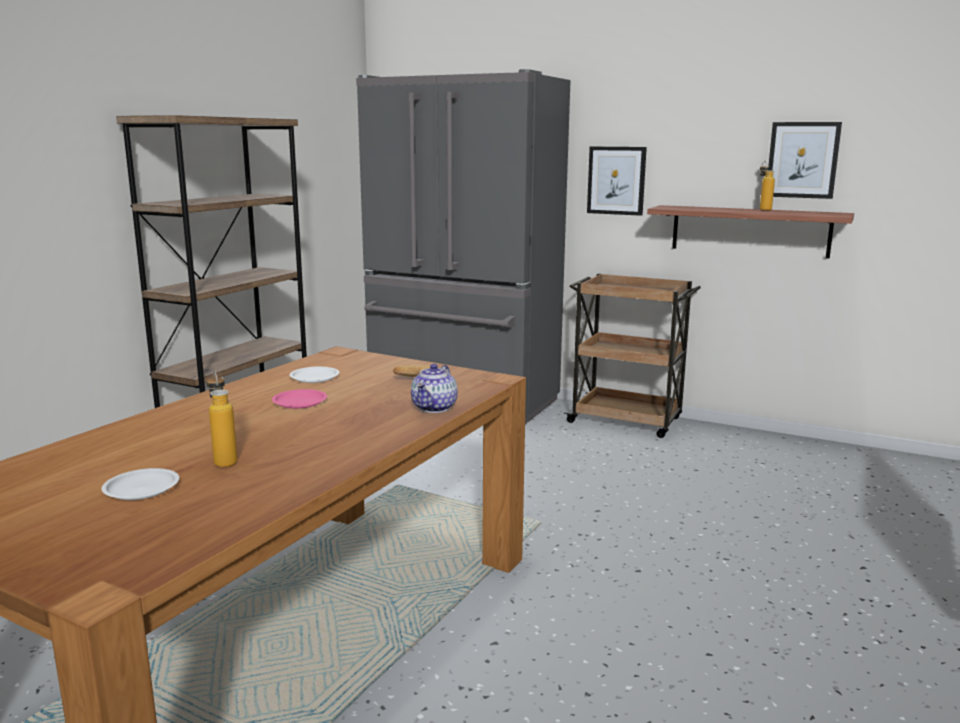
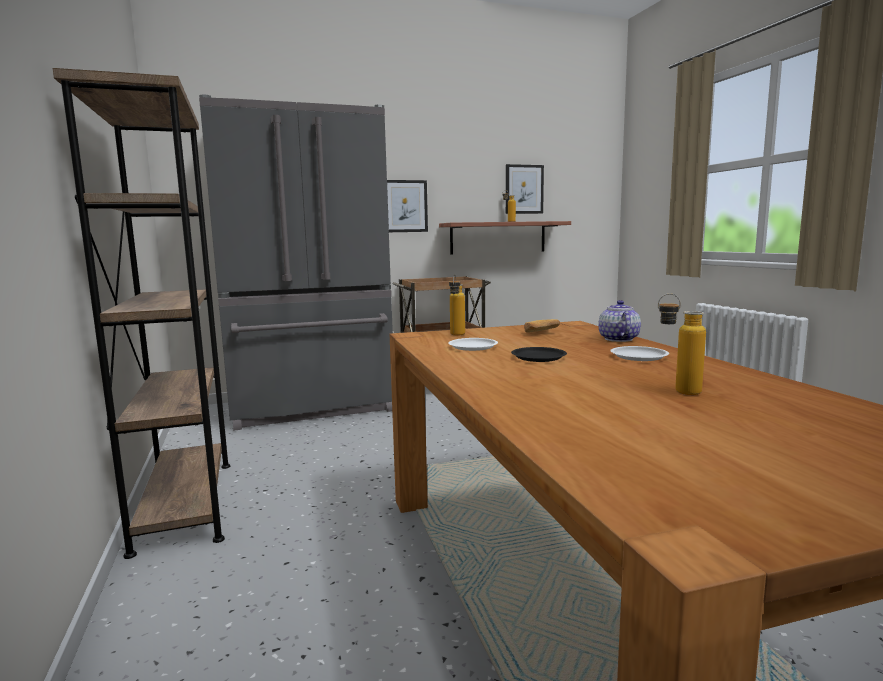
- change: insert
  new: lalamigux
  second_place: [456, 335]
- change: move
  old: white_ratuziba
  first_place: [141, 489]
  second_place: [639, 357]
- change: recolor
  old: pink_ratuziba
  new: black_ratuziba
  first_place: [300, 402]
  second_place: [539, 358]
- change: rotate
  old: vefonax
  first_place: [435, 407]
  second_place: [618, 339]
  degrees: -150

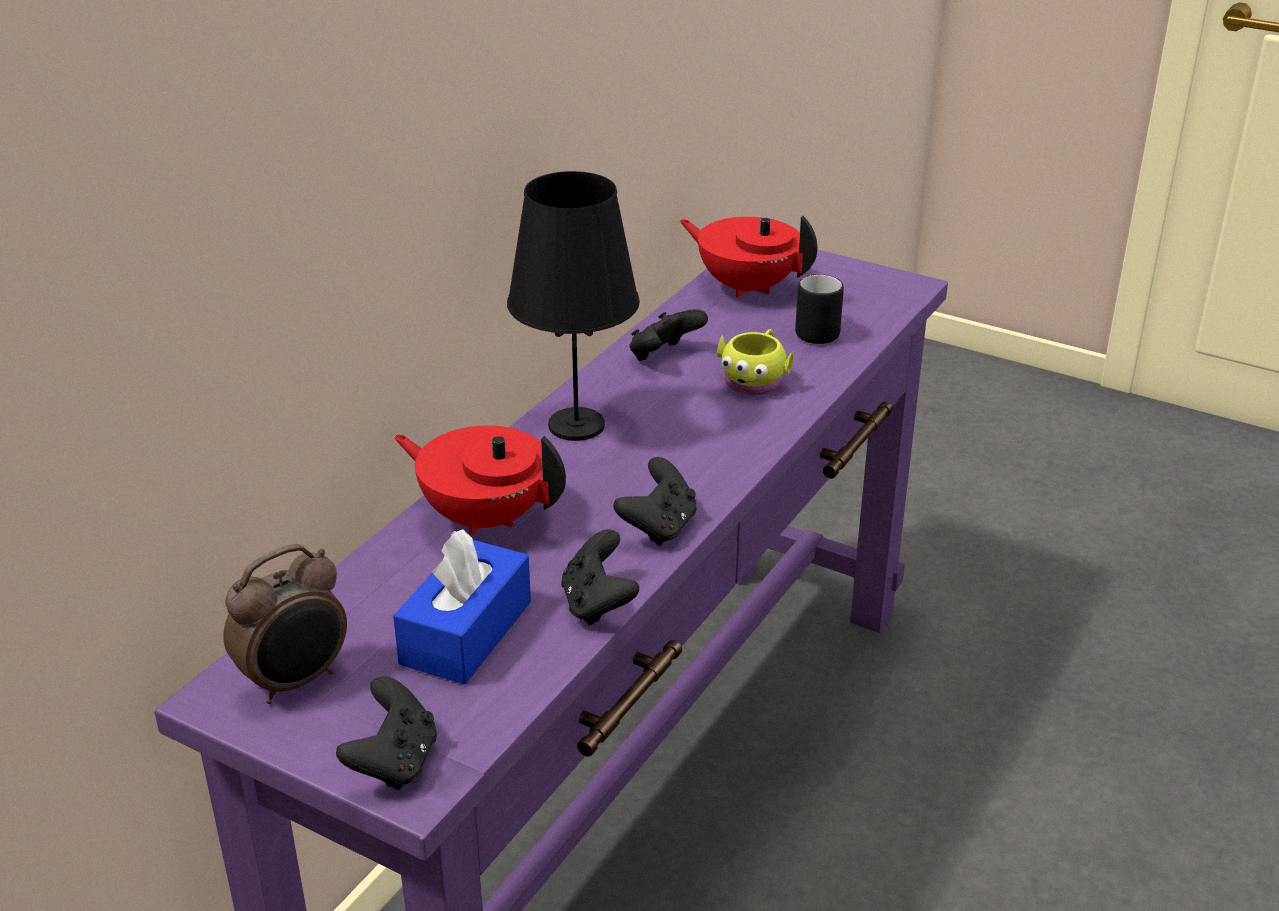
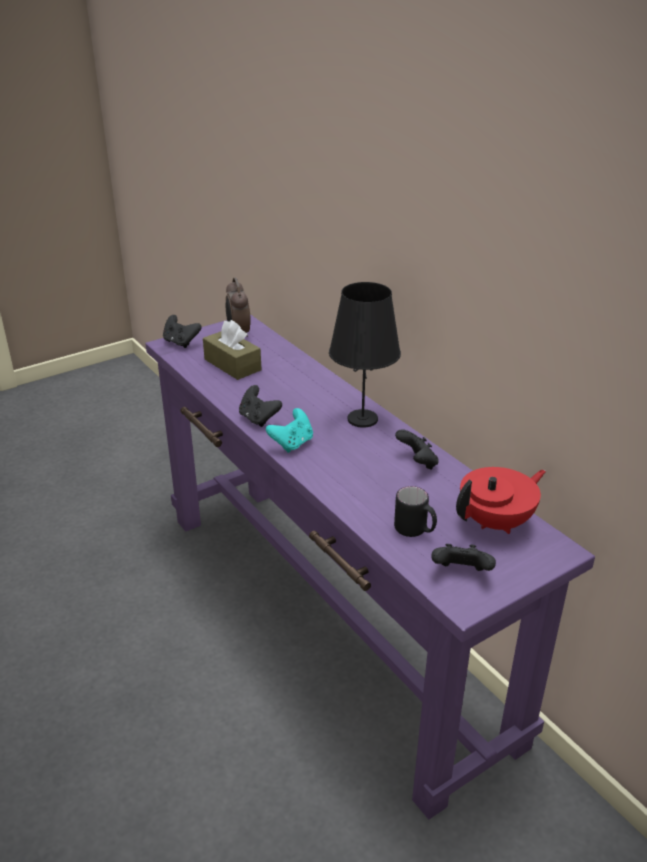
- change: delete
  old: red_vefonax
  first_place: [484, 517]
- change: delete
  old: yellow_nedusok
  first_place: [755, 380]
- change: insert
  new: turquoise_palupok
  second_place: [292, 443]
- change: move
  old: black_palupok
  first_place: [597, 604]
  second_place: [461, 573]
- change: recolor
  old: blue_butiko
  new: brown_butiko
  first_place: [466, 633]
  second_place: [232, 365]

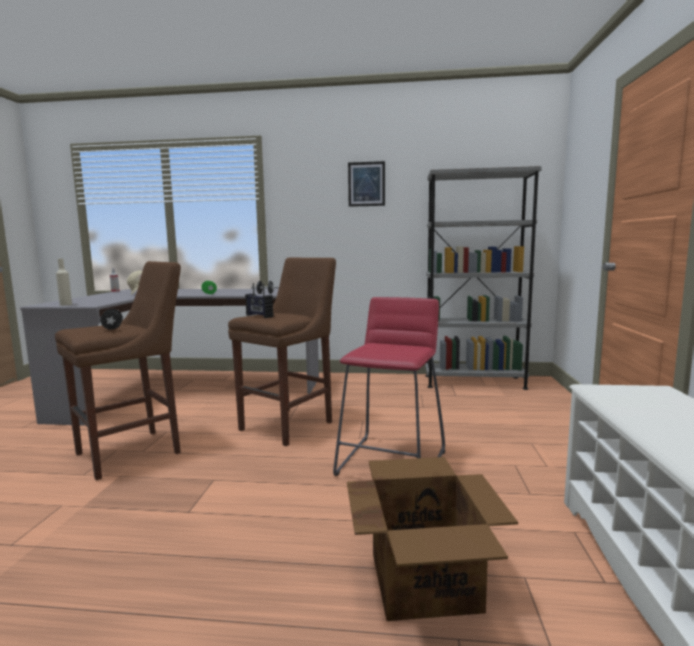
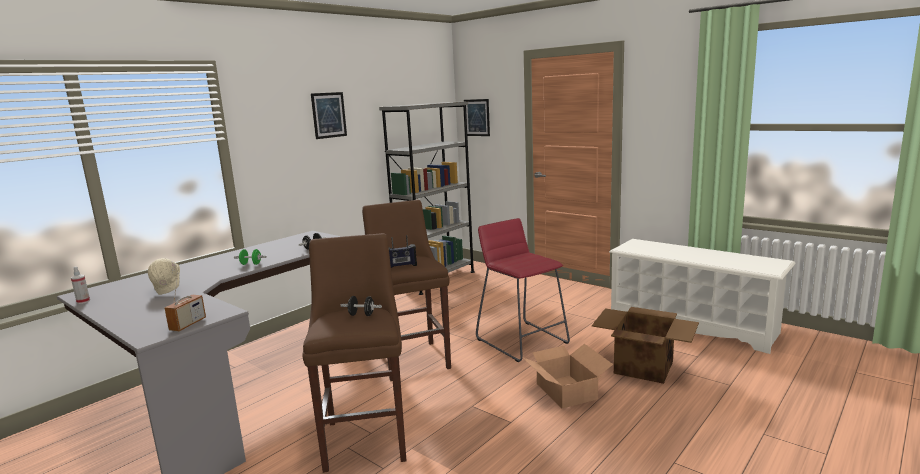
- change: insert
  new: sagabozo
  second_place: [477, 117]
- change: insert
  new: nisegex
  second_place: [566, 392]
- change: replace
  old: beige_lalamigux
  new: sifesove
  first_place: [66, 305]
  second_place: [188, 324]

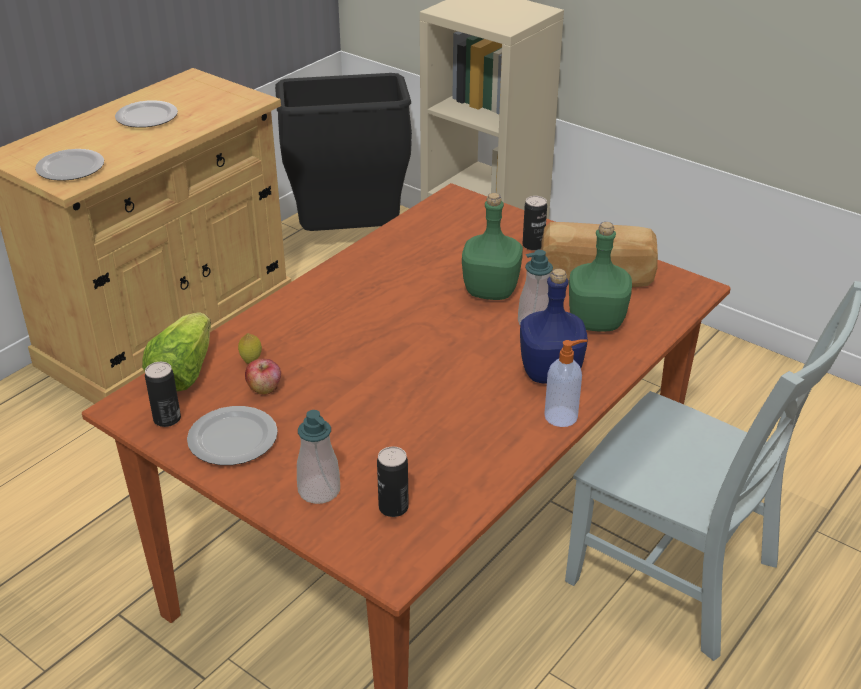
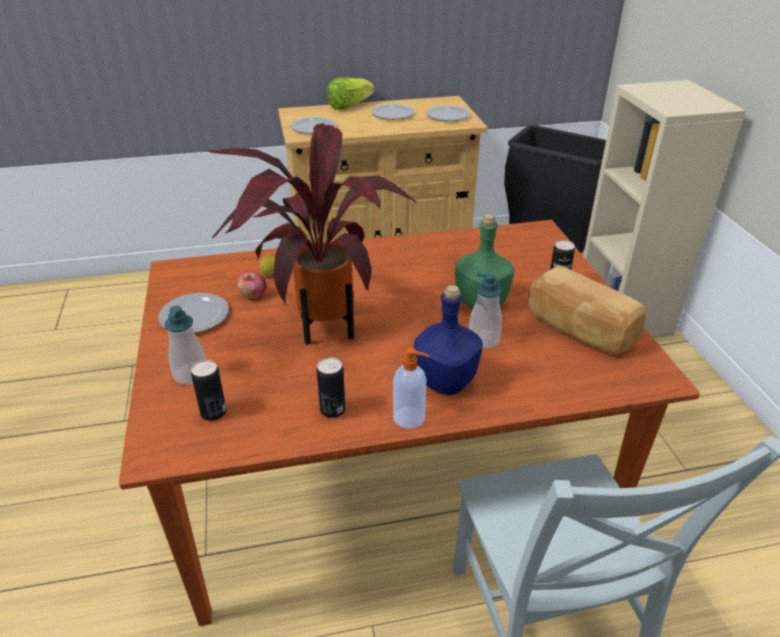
- change: delete
  old: green_lalamigux
  first_place: [595, 322]
- change: insert
  new: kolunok
  second_place: [320, 326]
- change: insert
  new: ratuziba
  second_place: [447, 115]
- change: move
  old: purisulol
  first_place: [183, 371]
  second_place: [349, 106]
- change: move
  old: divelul
  first_place: [167, 419]
  second_place: [332, 410]

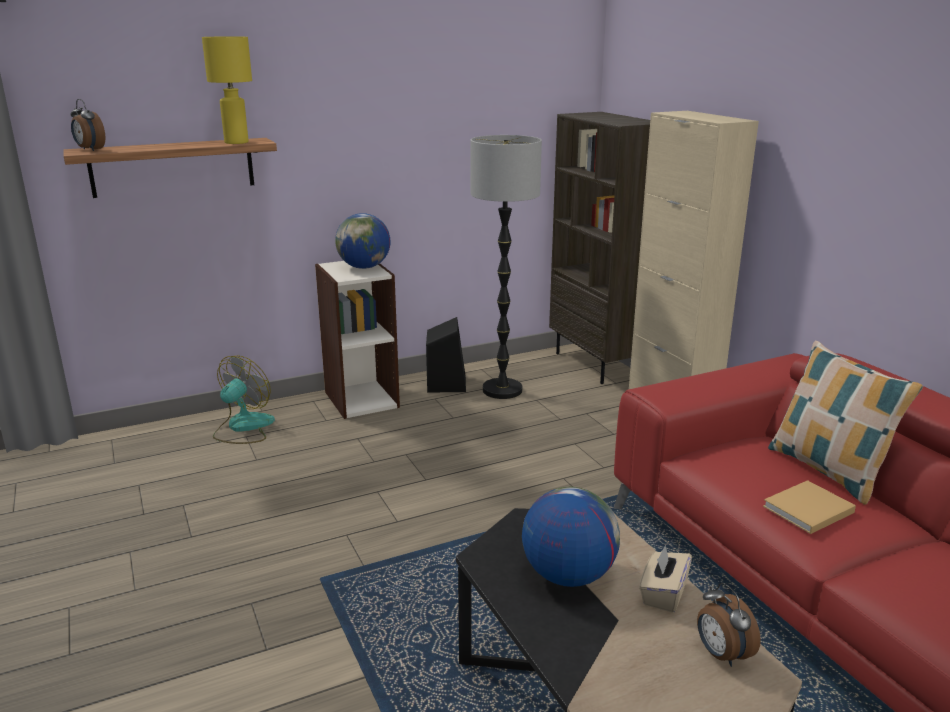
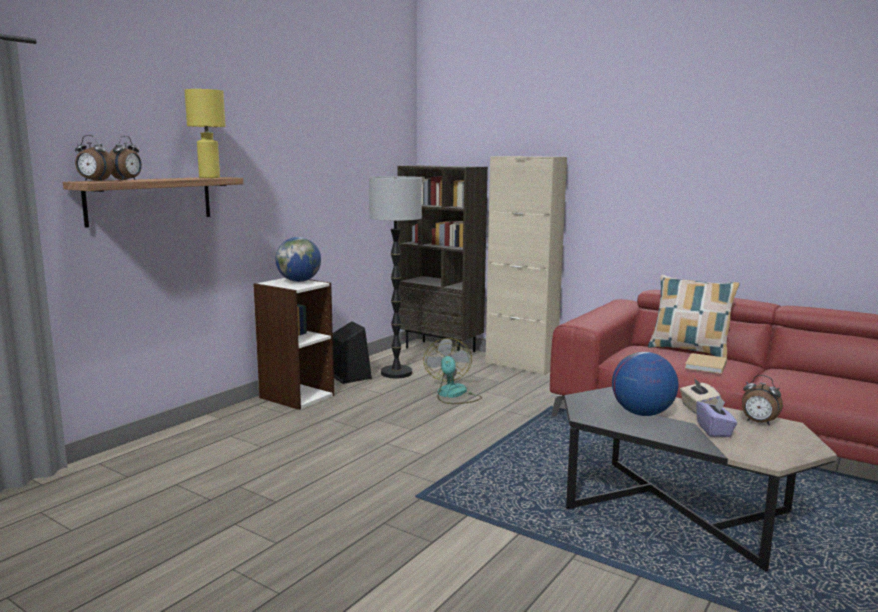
- change: insert
  new: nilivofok
  second_place: [127, 180]
- change: insert
  new: purple_butiko
  second_place: [714, 430]
- change: move
  old: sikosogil
  first_place: [243, 428]
  second_place: [453, 395]

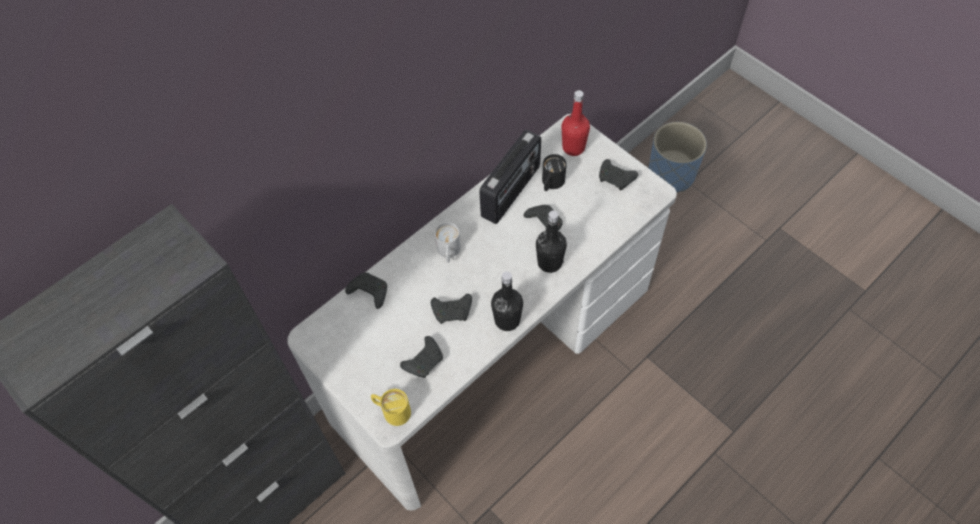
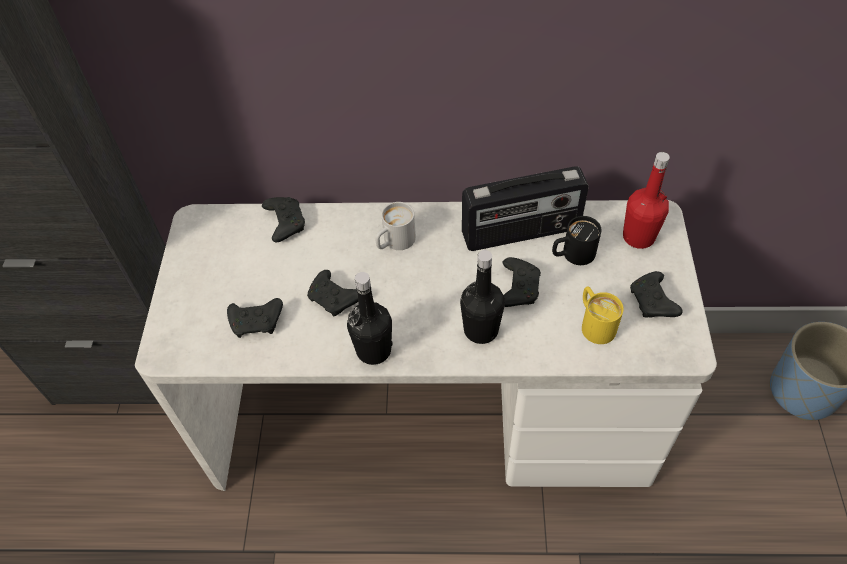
- change: move
  old: yellow_nedusok
  first_place: [391, 411]
  second_place: [594, 323]

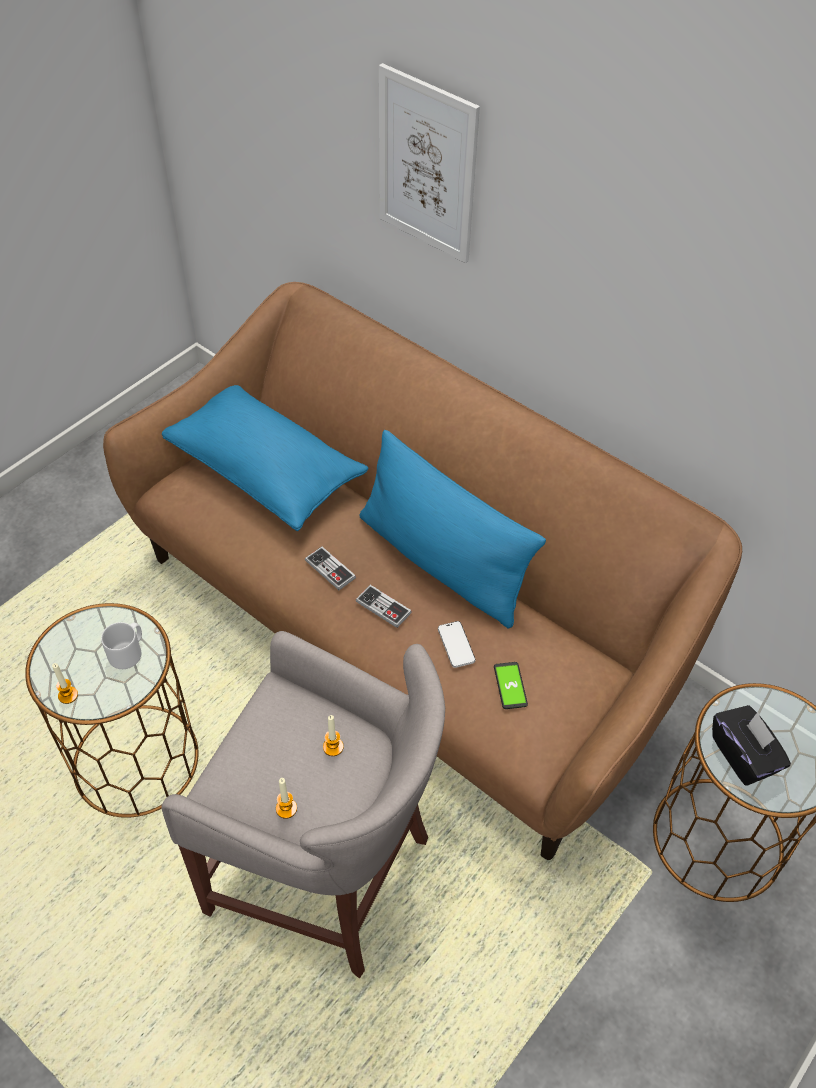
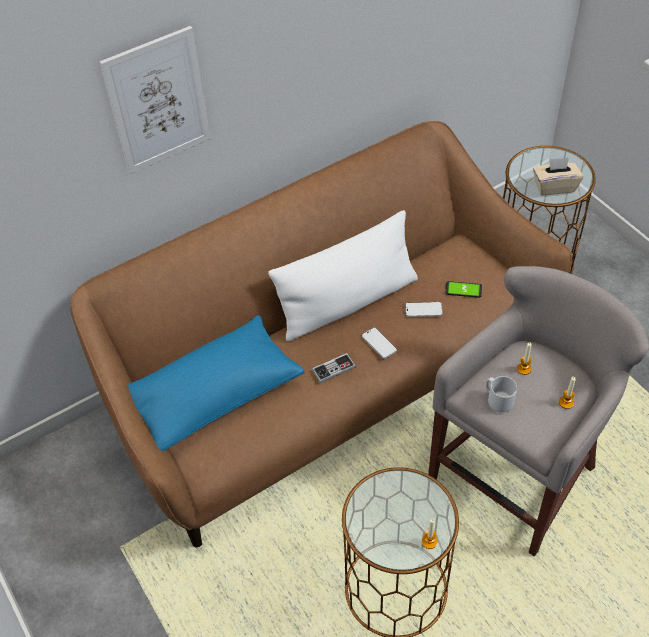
- change: move
  old: grey_nedusok
  first_place: [128, 652]
  second_place: [498, 400]
- change: replace
  old: palupok
  new: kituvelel
  first_place: [383, 607]
  second_place: [379, 344]
- change: recolor
  old: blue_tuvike
  new: white_tuvike
  first_place: [442, 562]
  second_place: [348, 303]
- change: recolor
  old: black_butiko
  new: beige_butiko
  first_place: [743, 755]
  second_place: [554, 186]

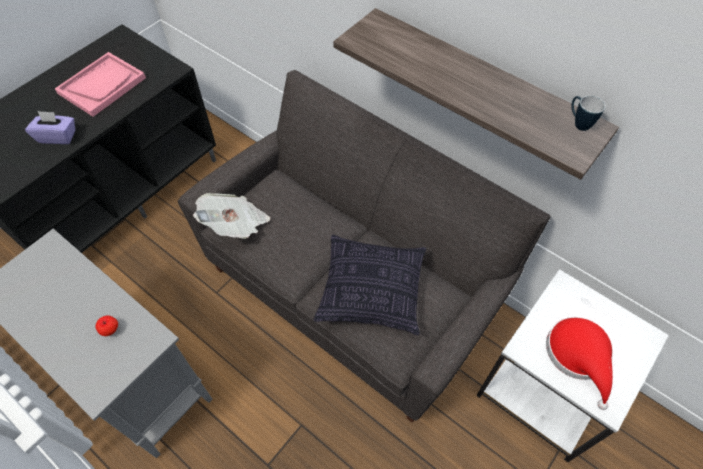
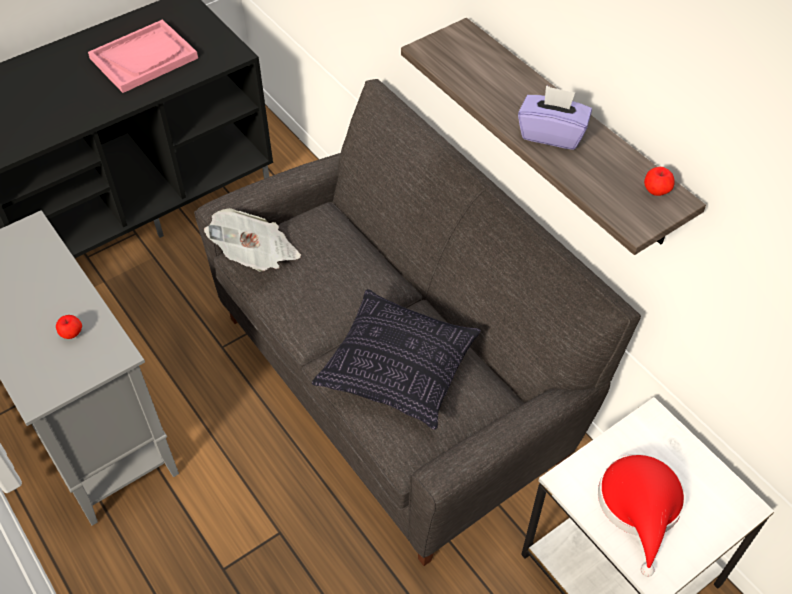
- change: move
  old: purple_butiko
  first_place: [58, 136]
  second_place: [551, 134]
- change: replace
  old: nedusok
  new: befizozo
  first_place: [578, 123]
  second_place: [656, 191]

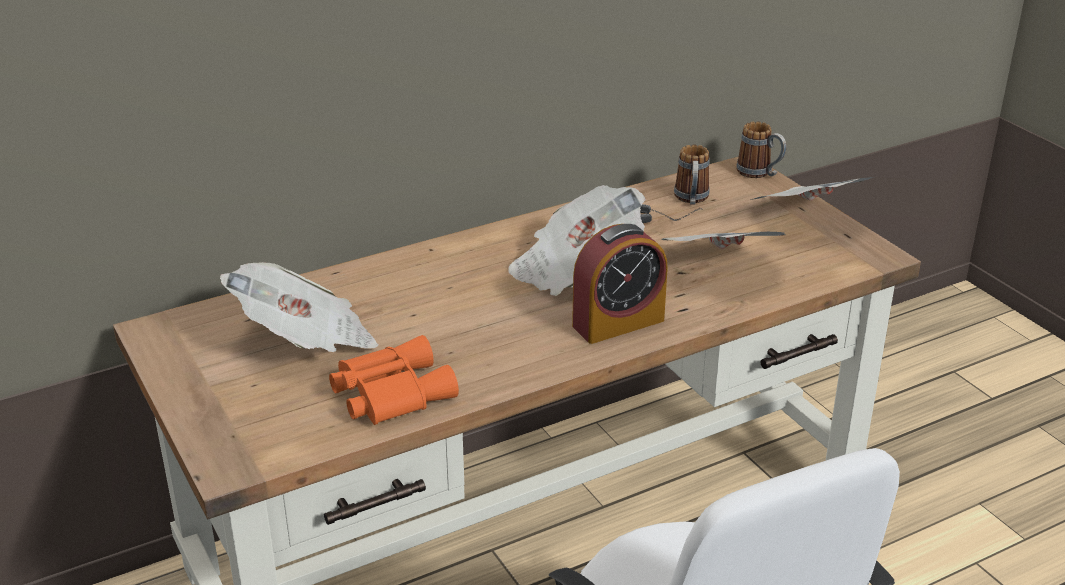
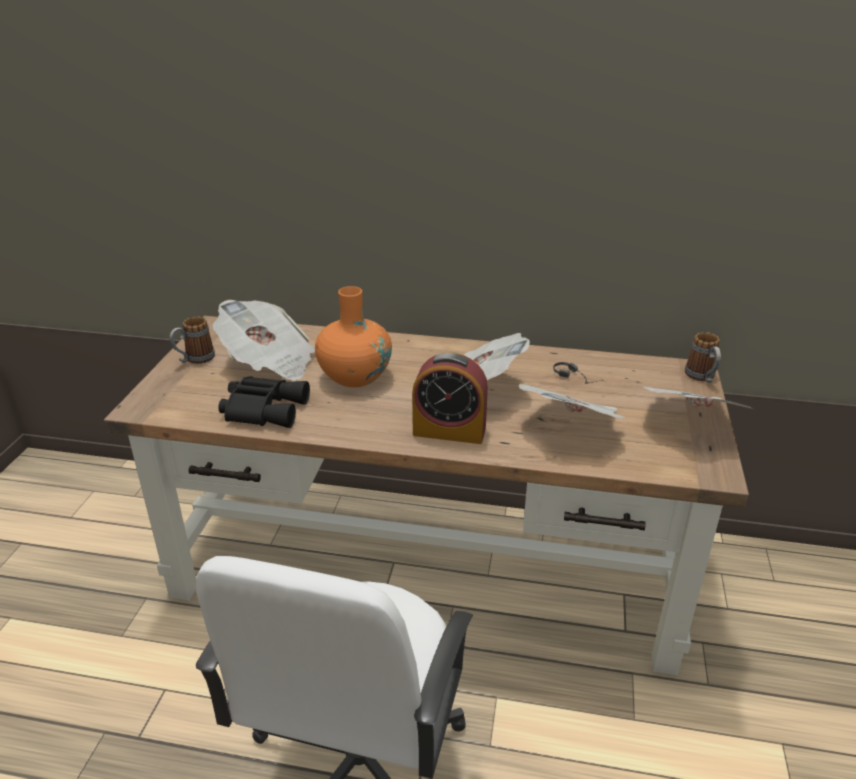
- change: insert
  new: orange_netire
  second_place: [355, 376]
- change: move
  old: nedusok
  first_place: [691, 199]
  second_place: [194, 359]
- change: recolor
  old: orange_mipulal
  new: black_mipulal
  first_place: [389, 392]
  second_place: [264, 408]

